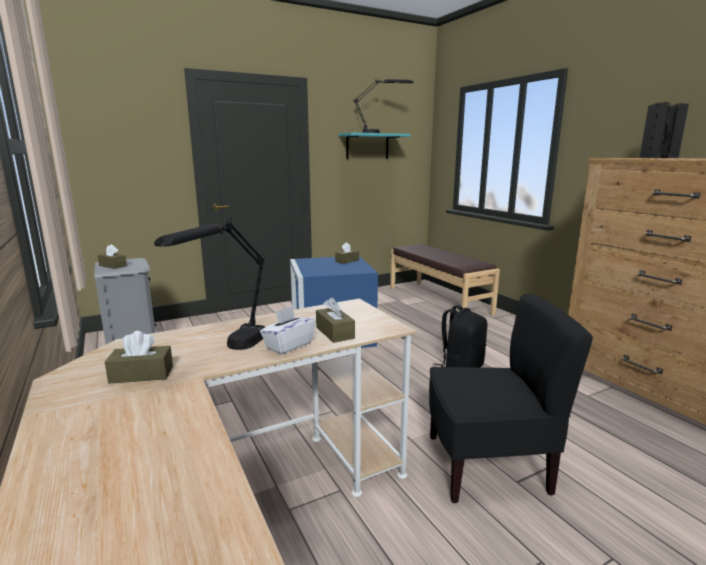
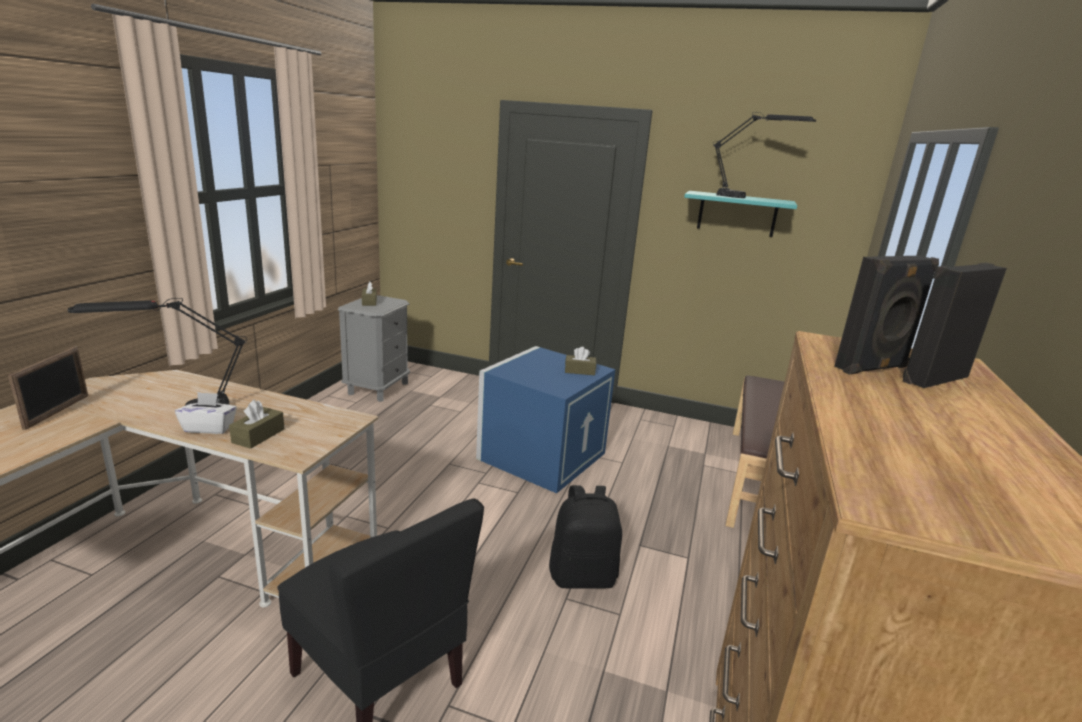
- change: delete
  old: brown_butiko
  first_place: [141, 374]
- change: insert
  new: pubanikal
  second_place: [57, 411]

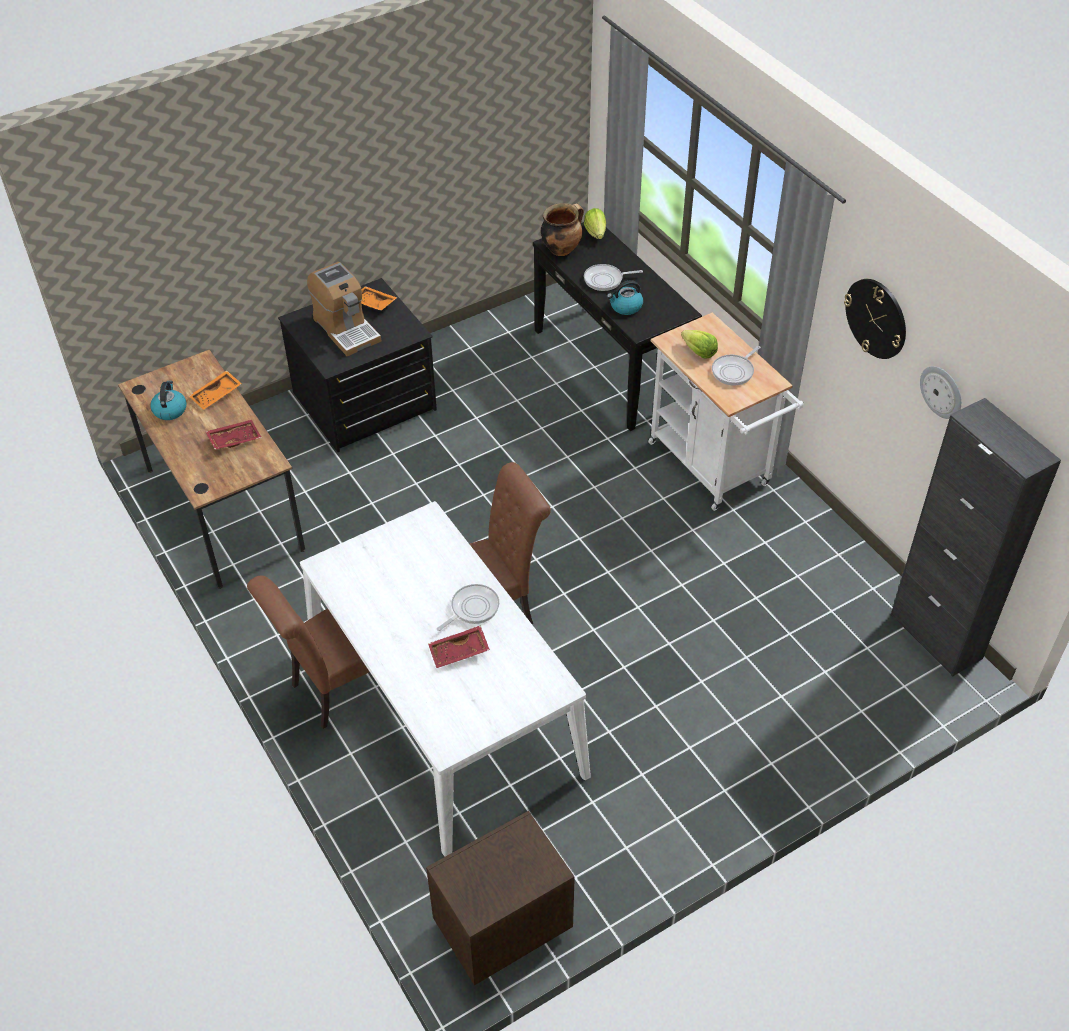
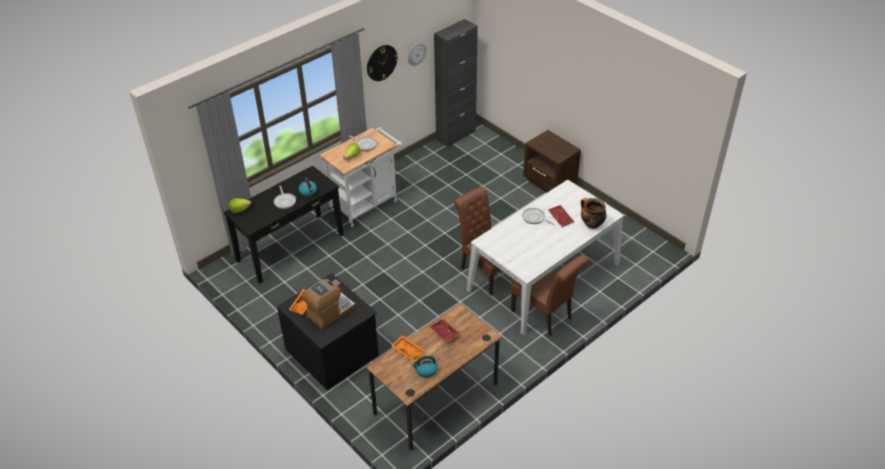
- change: move
  old: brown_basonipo
  first_place: [500, 927]
  second_place: [549, 183]
- change: move
  old: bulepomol
  first_place: [561, 249]
  second_place: [591, 224]

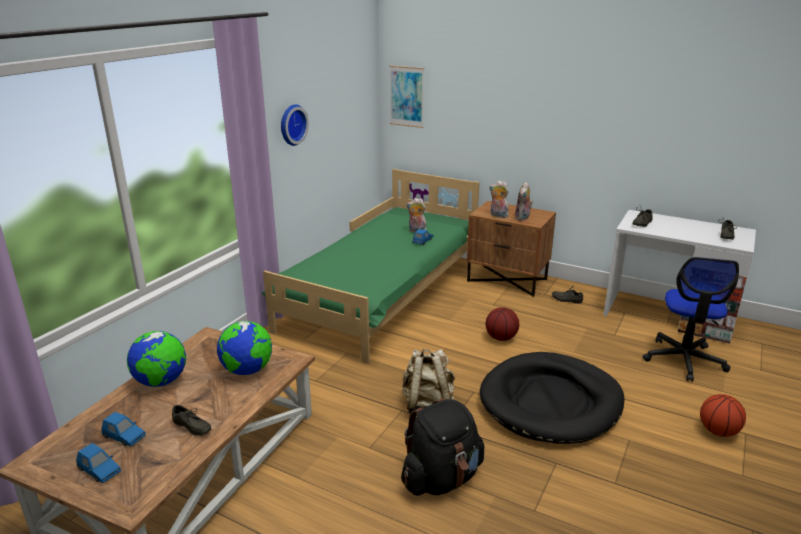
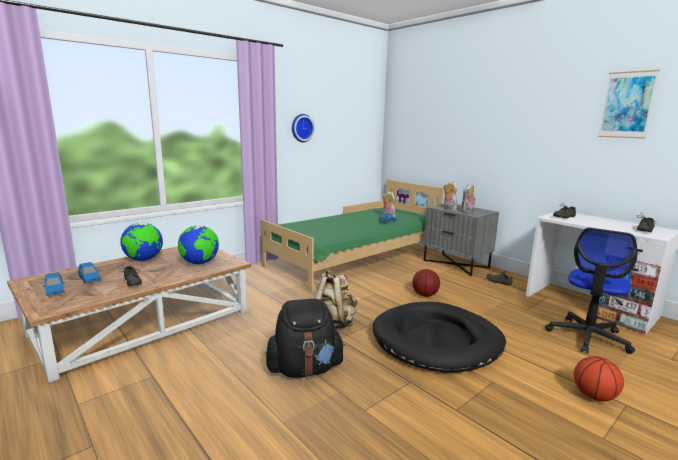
- change: move
  old: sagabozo
  first_place: [406, 96]
  second_place: [627, 105]
- change: recolor
  old: brown_basonipo
  new: grey_basonipo
  first_place: [507, 280]
  second_place: [456, 264]

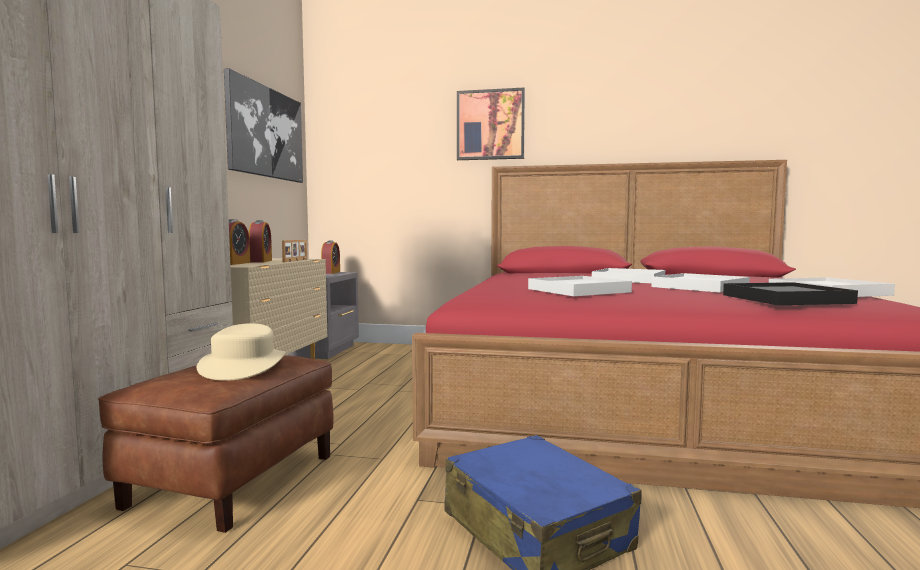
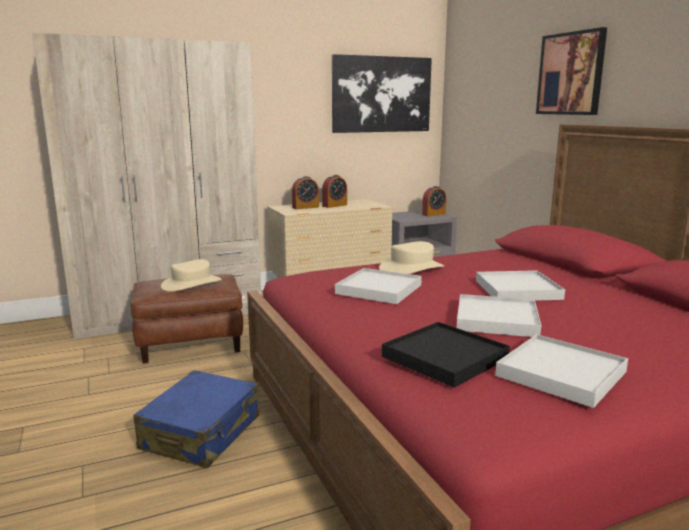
- change: delete
  old: pubanikal
  first_place: [296, 260]
- change: insert
  new: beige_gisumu
  second_place: [411, 268]

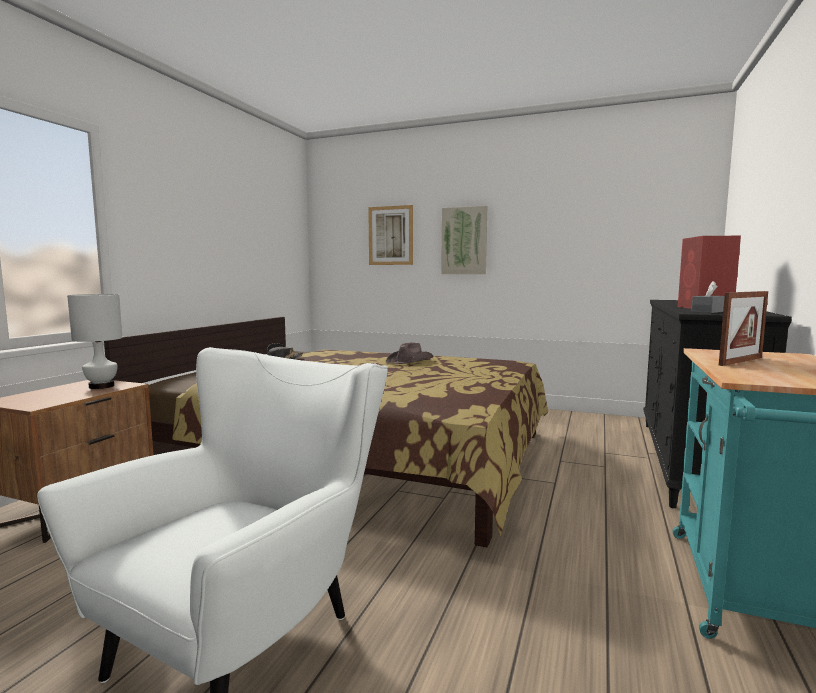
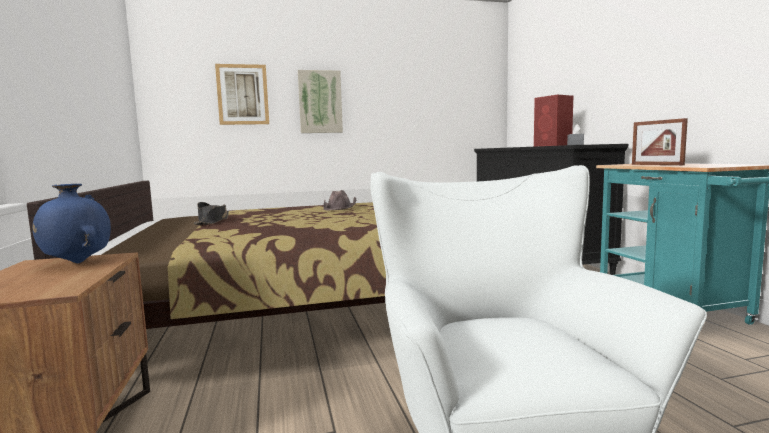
- change: replace
  old: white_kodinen
  new: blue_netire
  first_place: [101, 386]
  second_place: [77, 263]
- change: rotate
  old: pubanikal
  first_place: [741, 361]
  second_place: [656, 165]
  degrees: 135

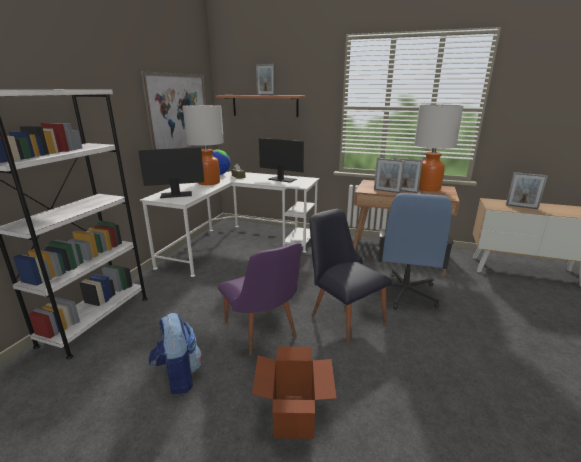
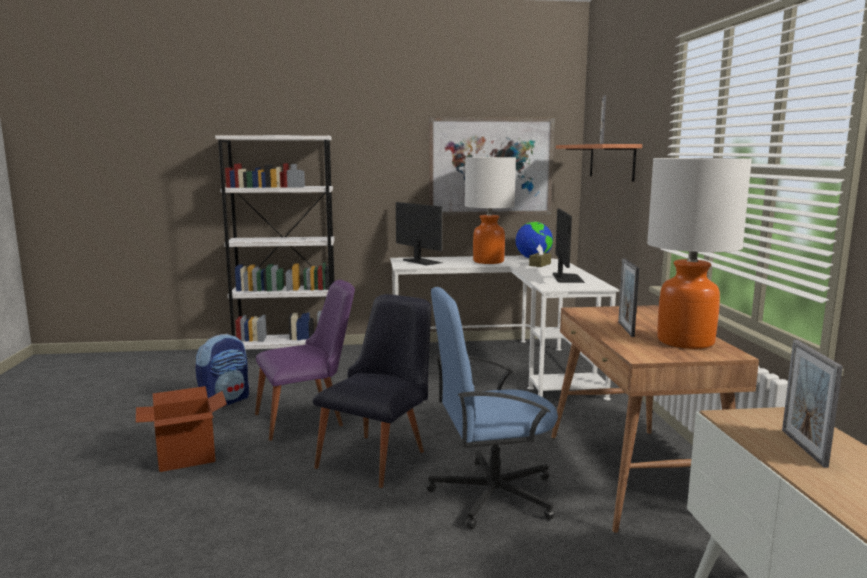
- change: delete
  old: pubanikal
  first_place: [387, 191]
- change: rotate
  old: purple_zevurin
  first_place: [263, 334]
  second_place: [308, 419]
  degrees: -150

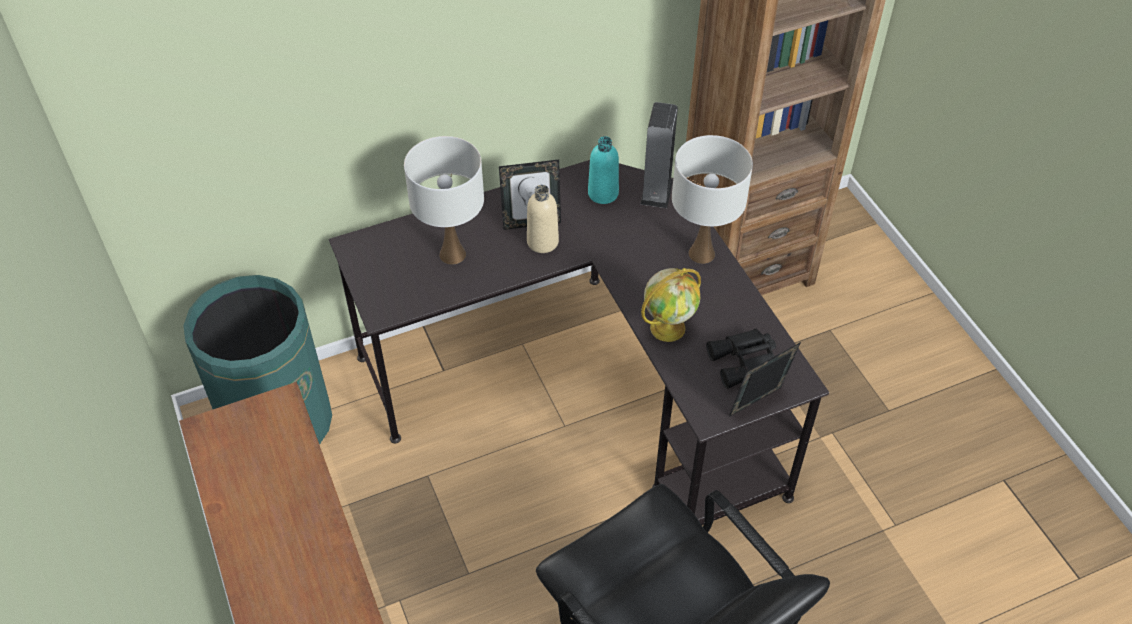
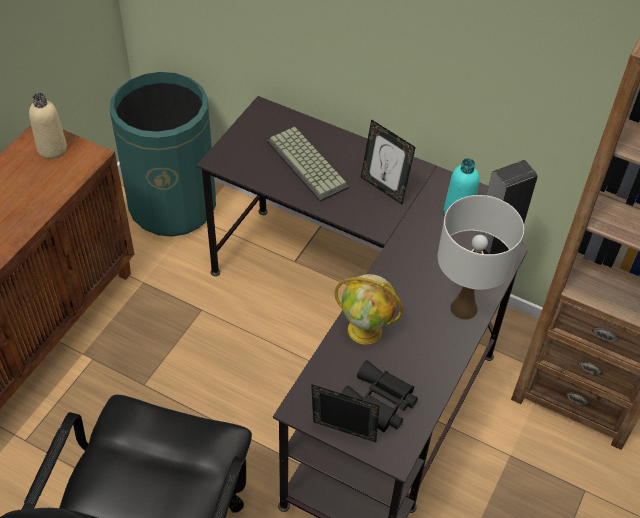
- change: move
  old: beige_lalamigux
  first_place: [542, 242]
  second_place: [52, 148]
- change: replace
  old: white_kodinen
  new: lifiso
  first_place: [453, 254]
  second_place: [309, 164]

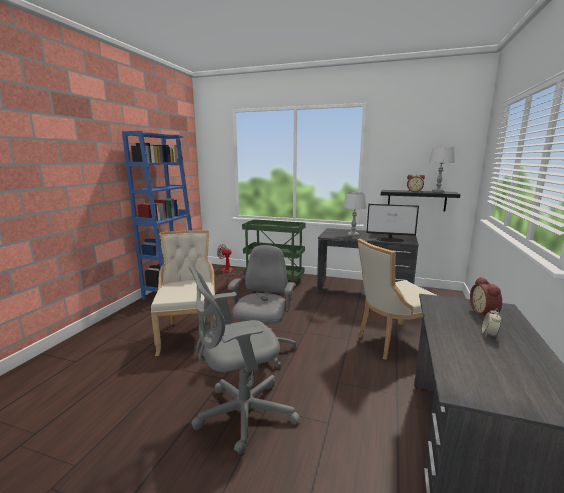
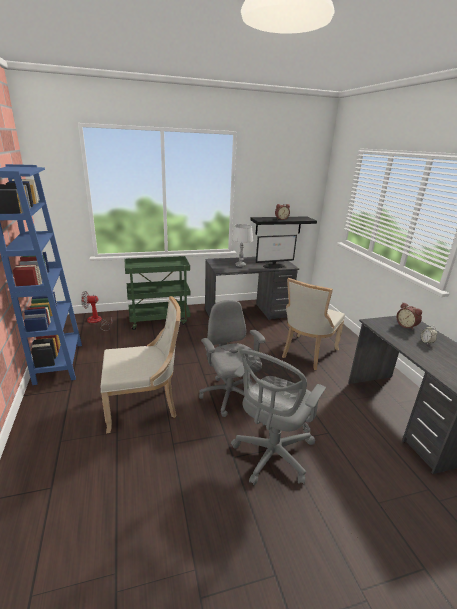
- change: delete
  old: grey_kodinen
  first_place: [437, 192]
- change: rotate
  old: beige_zevurin
  first_place: [189, 334]
  second_place: [144, 406]
  degrees: 120

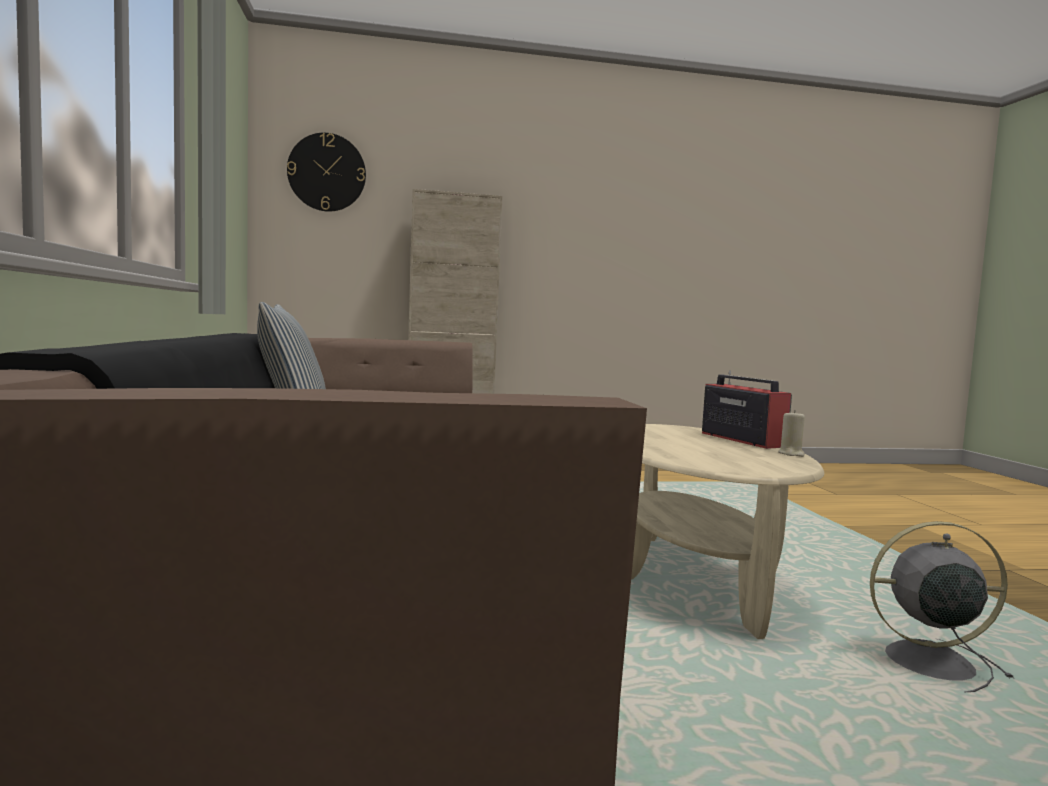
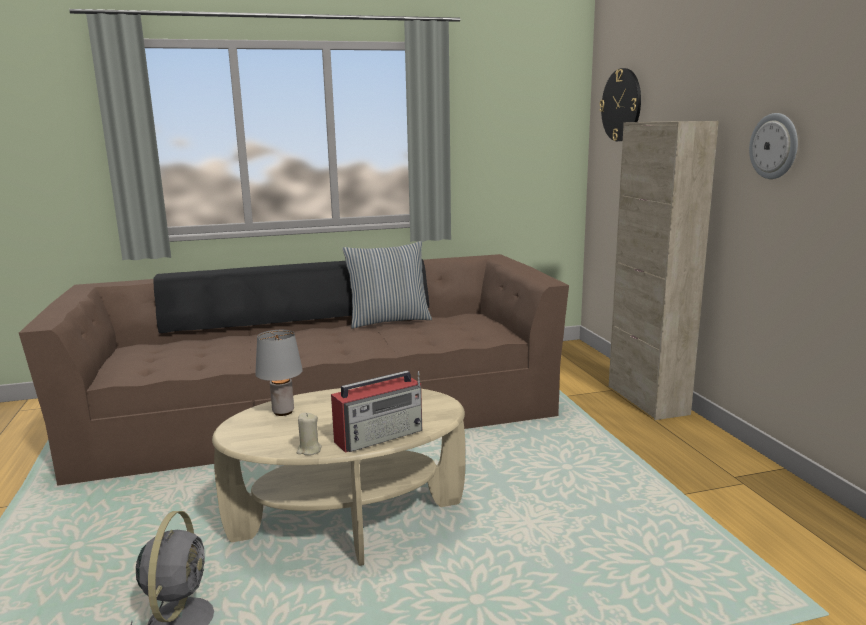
- change: insert
  new: grey_kodinen
  second_place: [283, 412]
- change: insert
  new: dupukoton
  second_place: [774, 146]

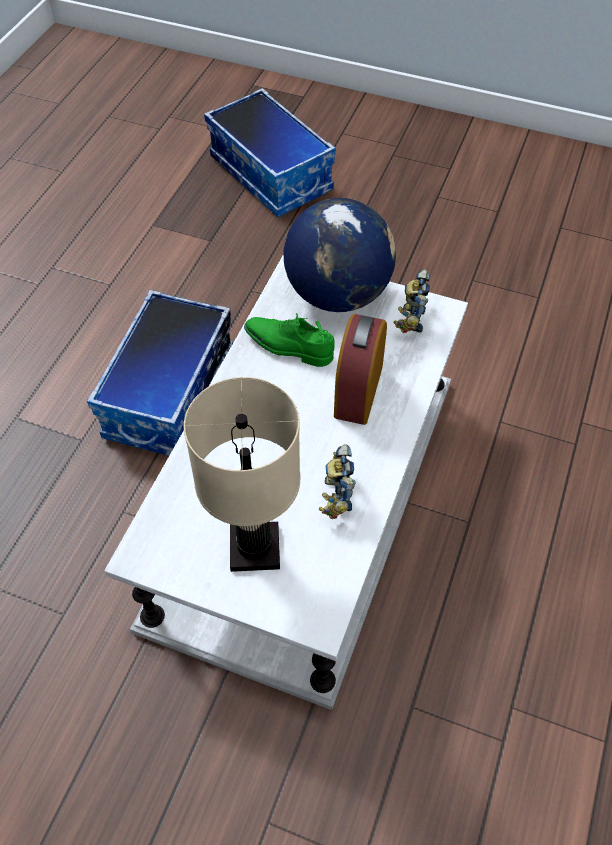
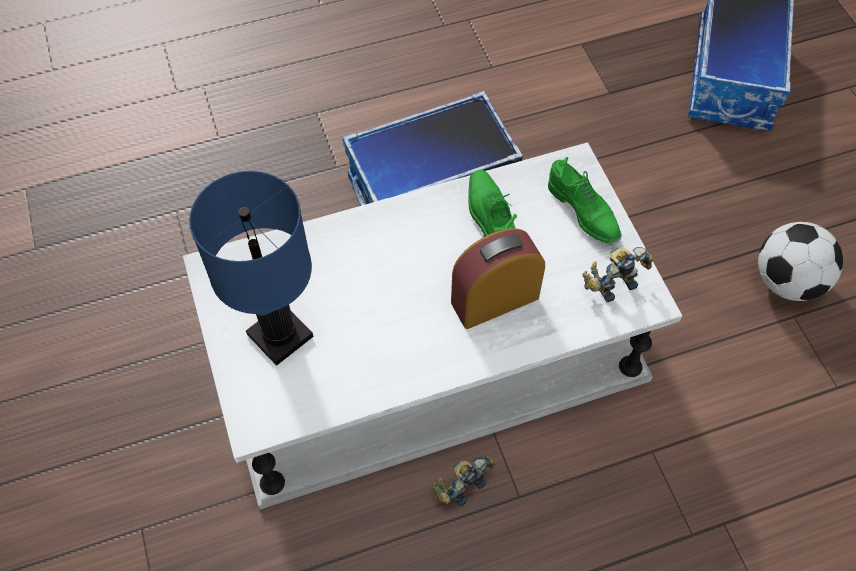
- change: insert
  new: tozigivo
  second_place: [787, 281]
- change: move
  old: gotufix
  first_place: [335, 495]
  second_place: [463, 485]
- change: replace
  old: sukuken
  new: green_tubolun
  first_place: [338, 294]
  second_place: [583, 212]
- change: recolor
  old: beige_kodinen
  new: blue_kodinen
  first_place: [255, 547]
  second_place: [281, 335]

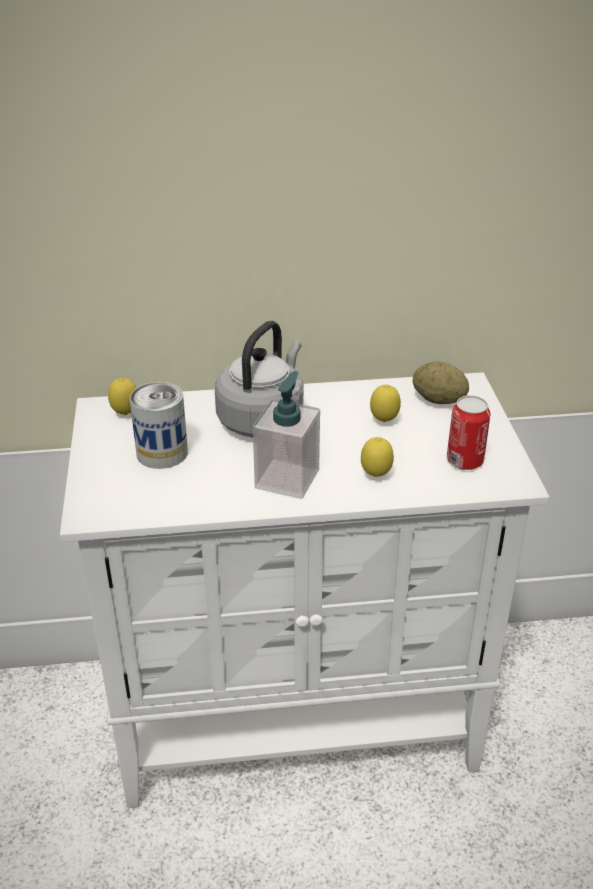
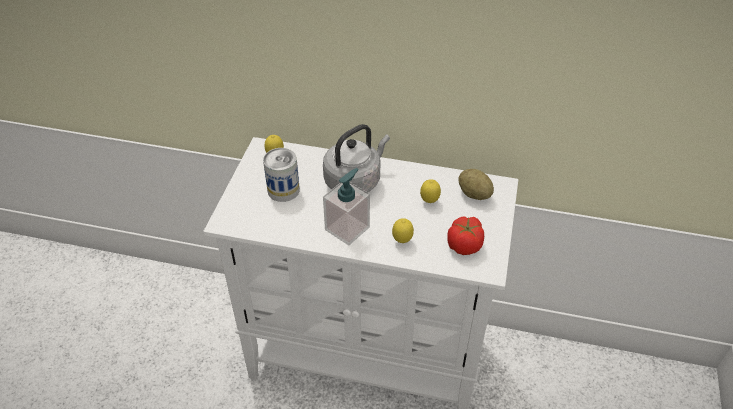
- change: replace
  old: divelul
  new: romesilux
  first_place: [464, 461]
  second_place: [464, 245]

